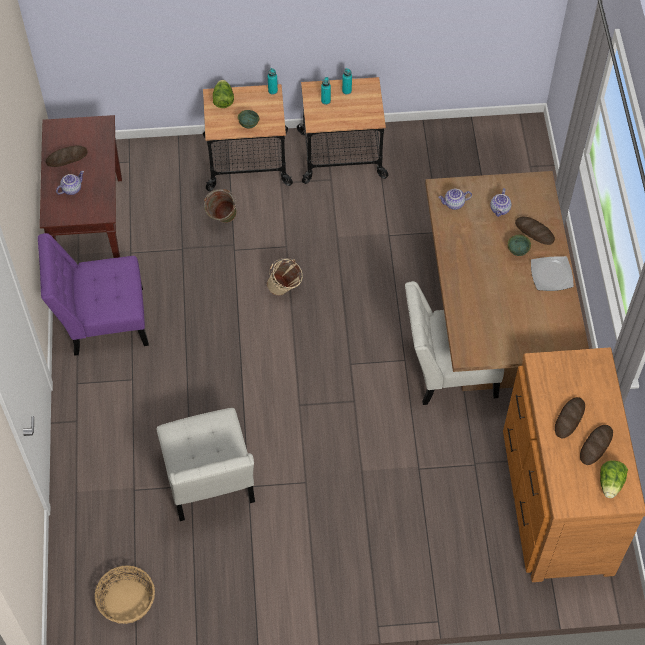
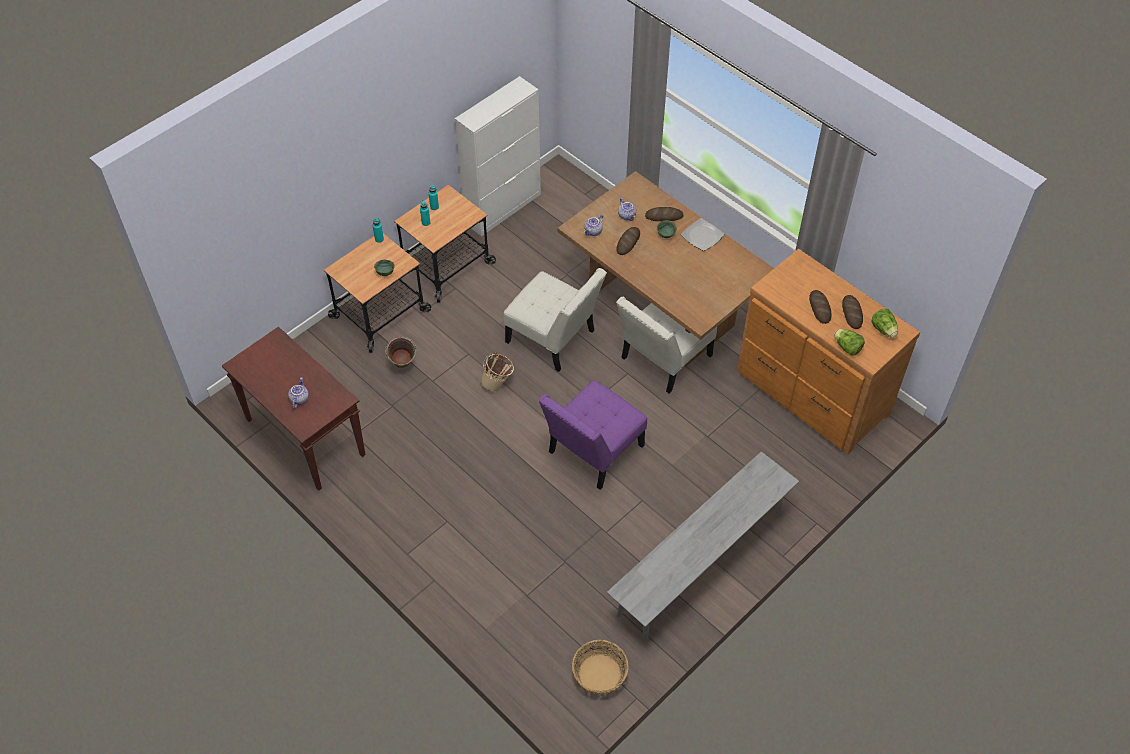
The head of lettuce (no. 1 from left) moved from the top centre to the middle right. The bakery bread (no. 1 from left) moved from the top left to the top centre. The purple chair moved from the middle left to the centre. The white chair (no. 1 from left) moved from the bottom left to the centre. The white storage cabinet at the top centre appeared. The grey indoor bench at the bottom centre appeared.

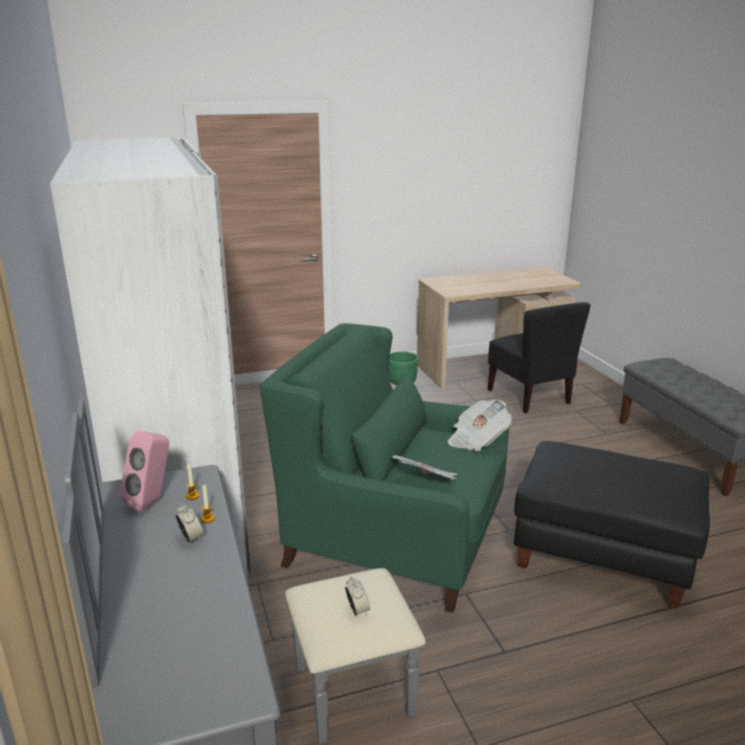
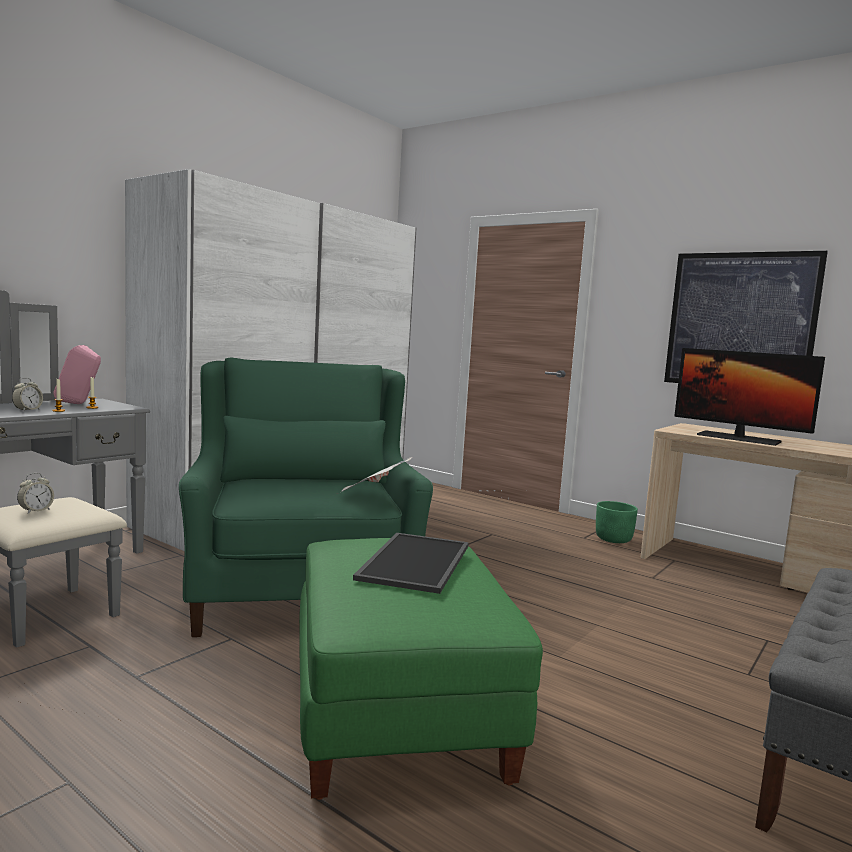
The black chair at the middle right disappeared. The black pouffe at the bottom right became the green pouffe at the bottom centre. The daily paper (no. 1 from left) at the centre disappeared. The wall picture at the middle right appeared. The computer display at the middle right appeared. The carrying tray at the centre appeared.

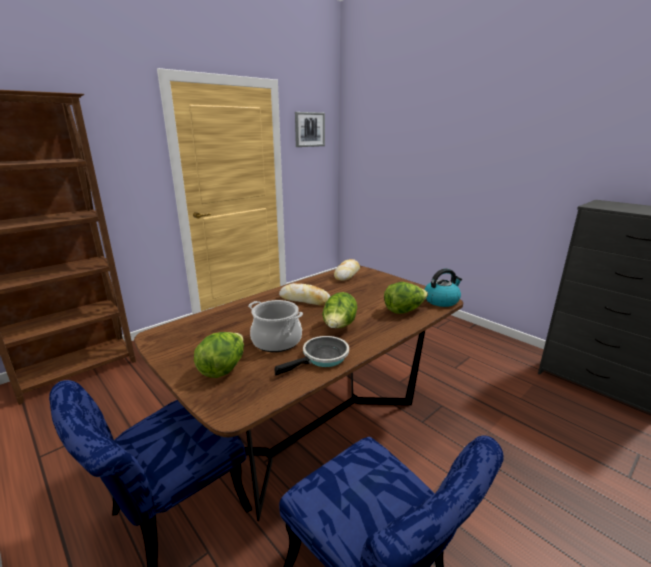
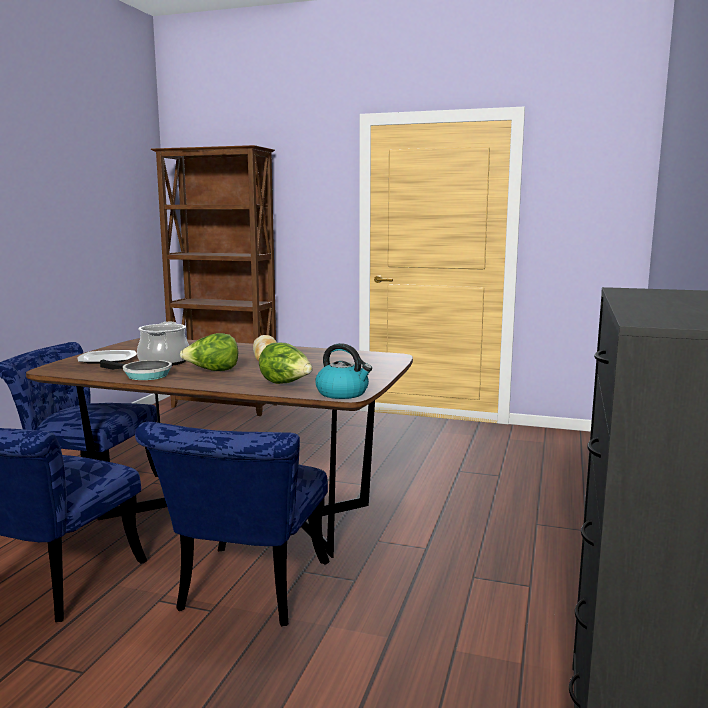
The wall picture at the top centre disappeared. The bakery bread (no. 2 from left) at the centre disappeared. The head of lettuce (no. 1 from left) at the centre was replaced by the dinner plate at the middle left. The blue chair (no. 3 from left) at the bottom left appeared.

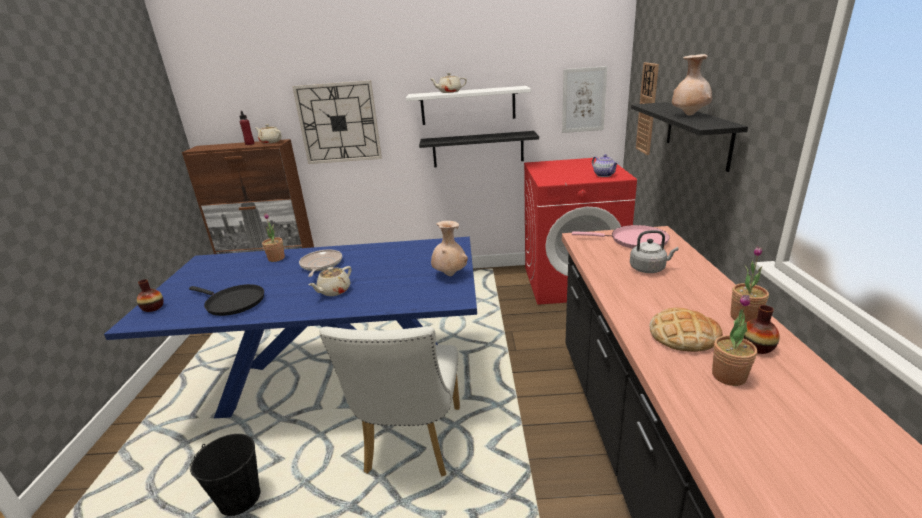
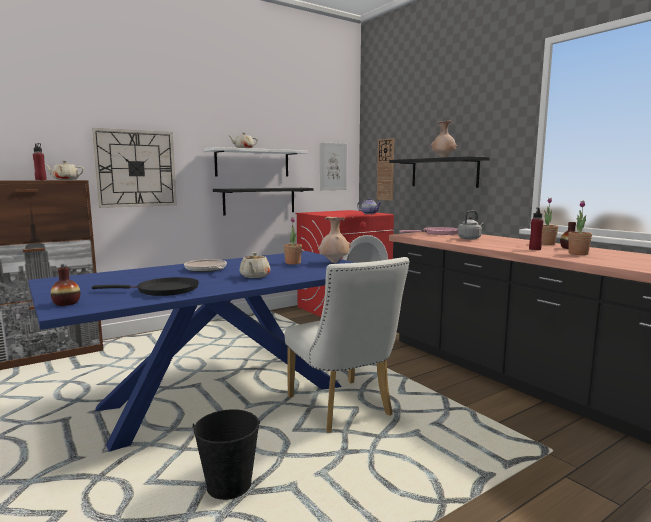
The houseplant (no. 1 from left) moved from the middle left to the centre. The bakery bread at the middle right was replaced by the red-coloured bottle (no. 2 from left) at the middle right.

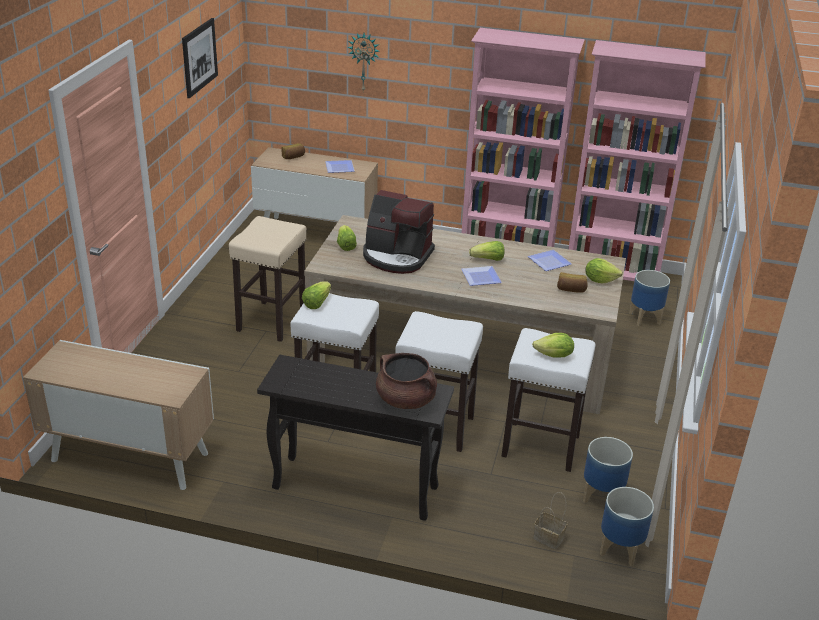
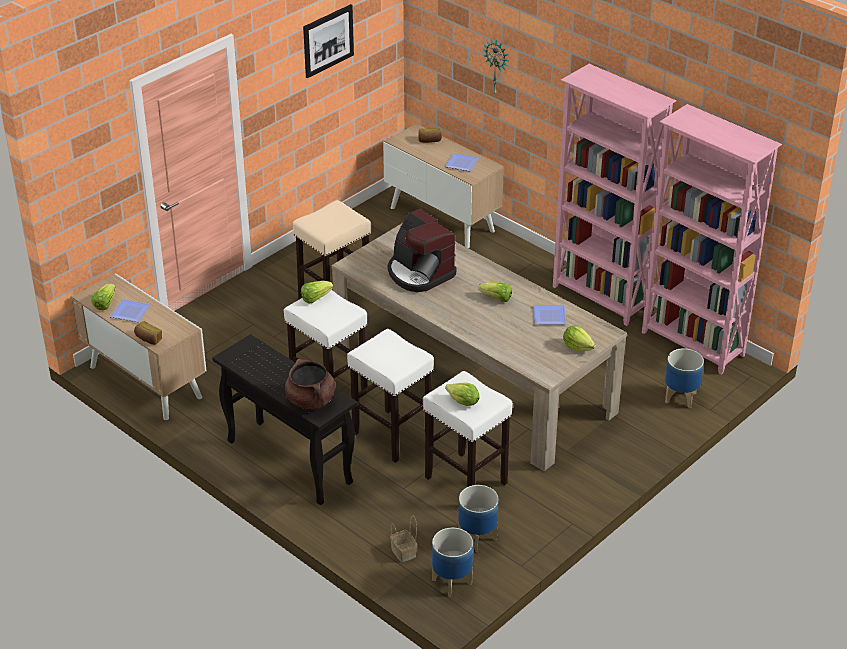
The head of lettuce (no. 2 from left in the first image) moved from the centre to the middle left. The dinner plate (no. 2 from left in the first image) moved from the centre to the middle left. The bakery bread (no. 2 from left in the first image) moved from the middle right to the middle left.

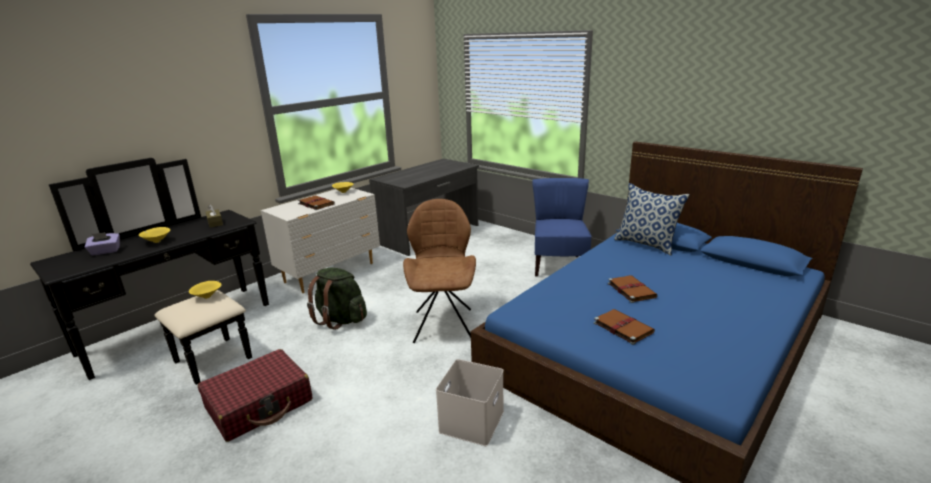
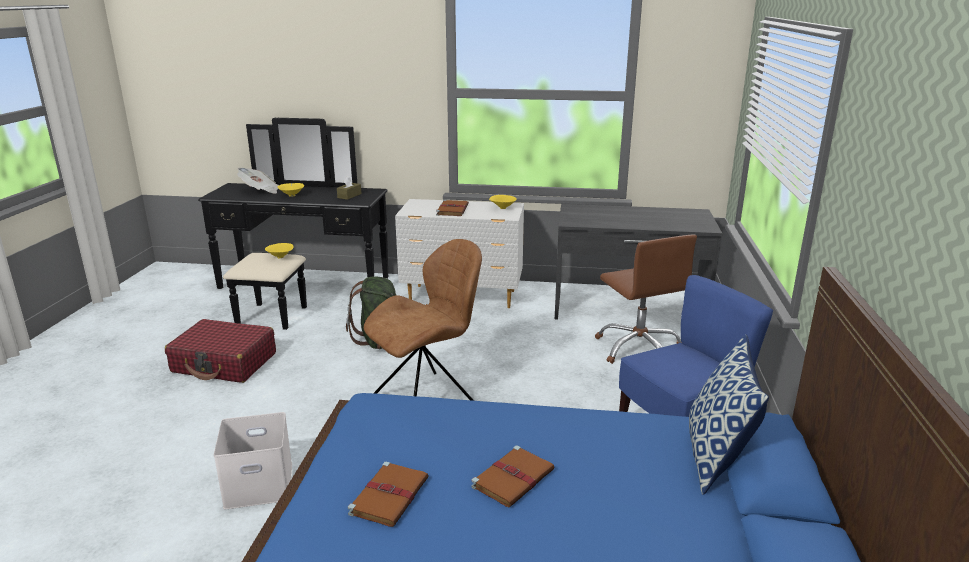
The purple tissue holder at the middle left was replaced by the daily paper at the top left. The brown office chair at the middle right appeared.

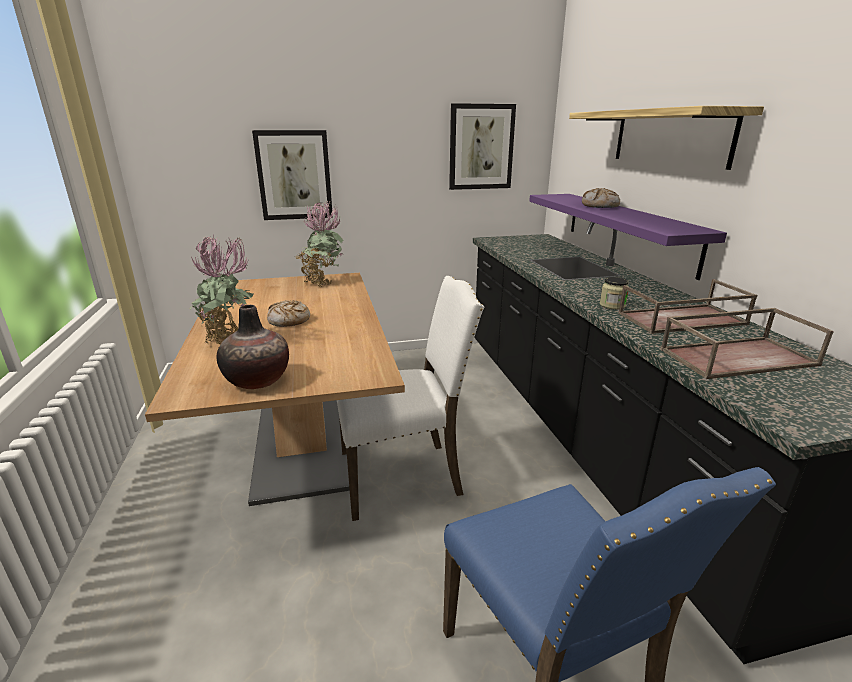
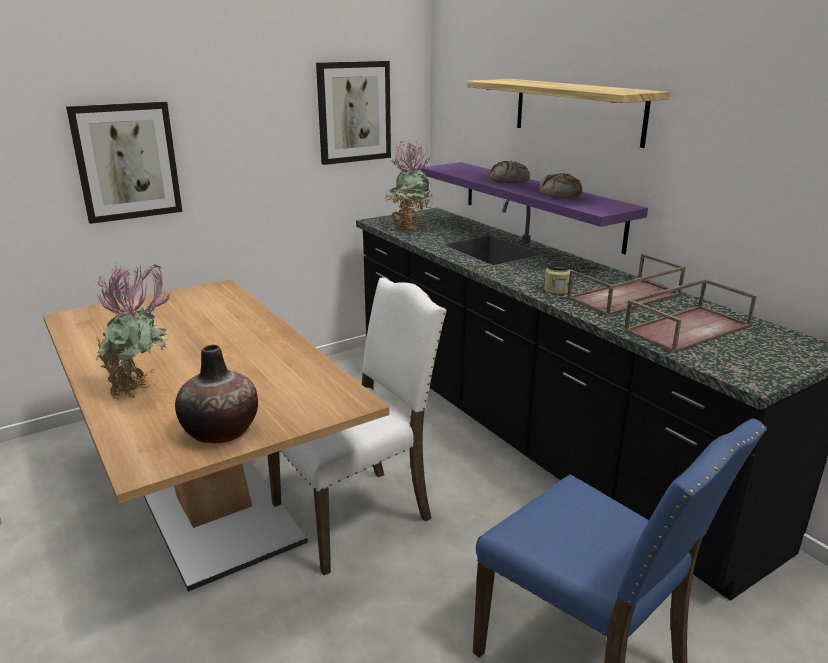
The houseplant (no. 2 from left) moved from the centre to the top centre. The bakery bread (no. 1 from left in the first image) moved from the centre to the top right.

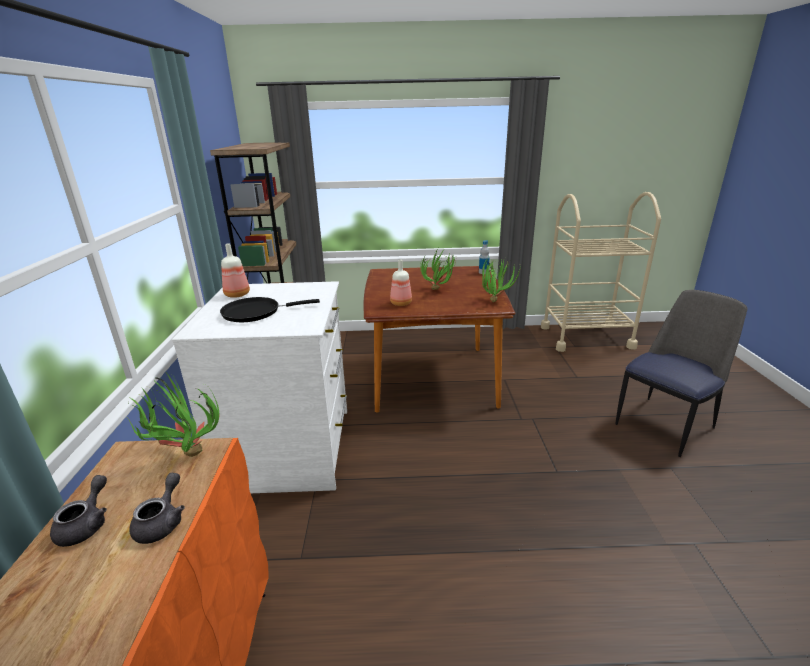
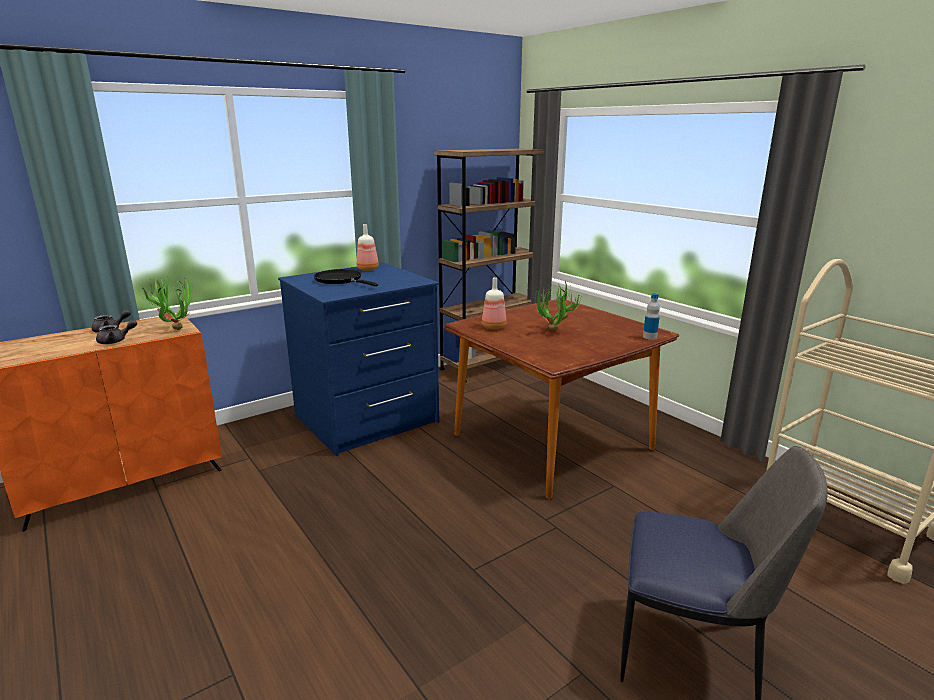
The houseplant (no. 3 from left) at the centre disappeared. The white dresser at the middle left became the blue dresser at the centre.

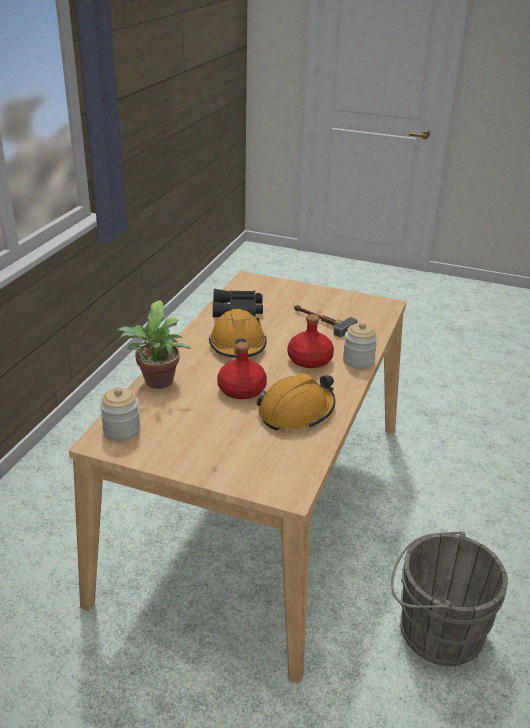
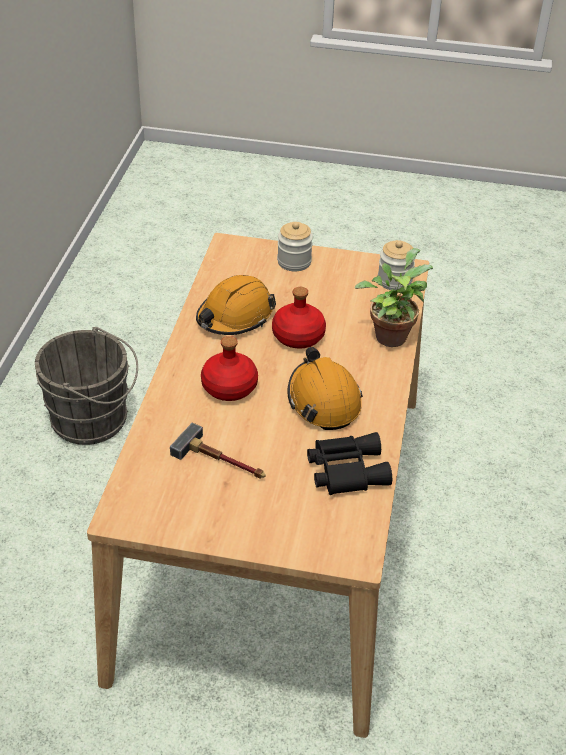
The jar (no. 2 from left in the first image) moved from the middle right to the top centre.

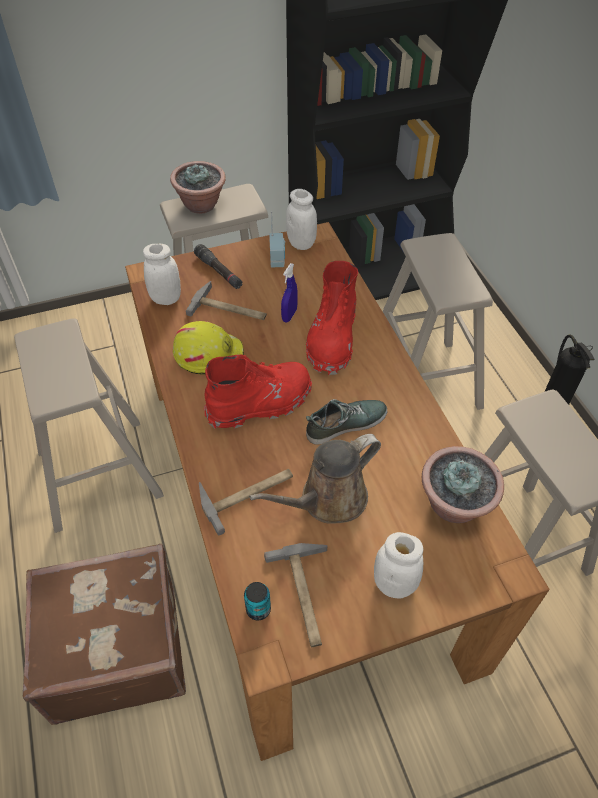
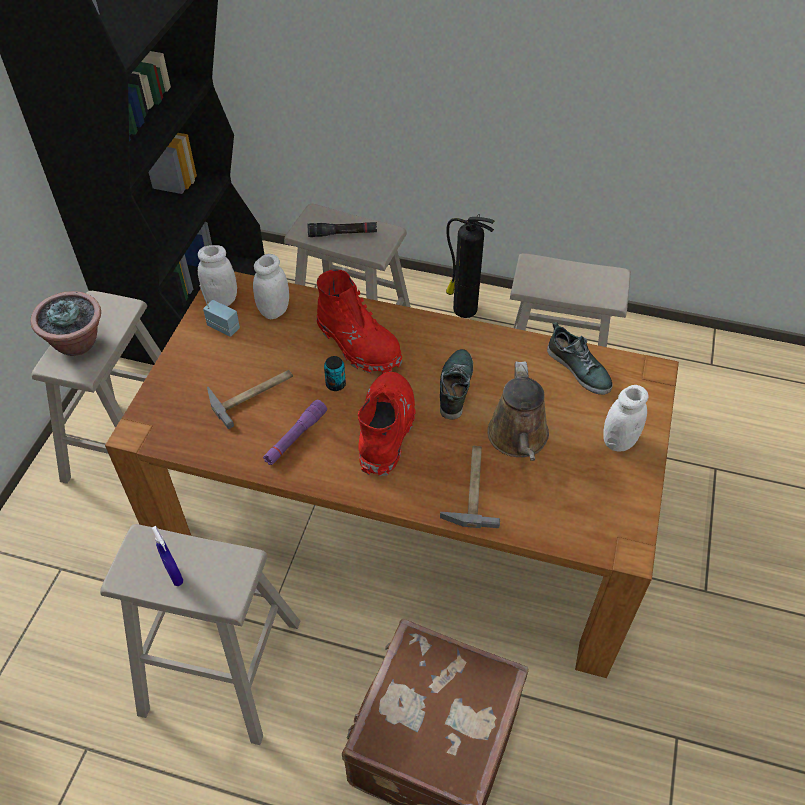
The white jar (no. 1 from left in the first image) moved from the middle left to the centre. The black torch moved from the centre to the top centre. The blue spray bottle moved from the centre to the bottom left. The yellow hard hat at the centre was replaced by the purple torch at the centre. The houseplant (no. 2 from left) at the middle right was replaced by the low shoe (no. 2 from left) at the middle right. The hand hammer (no. 3 from left) at the bottom centre disappeared. The can moved from the bottom centre to the centre.

